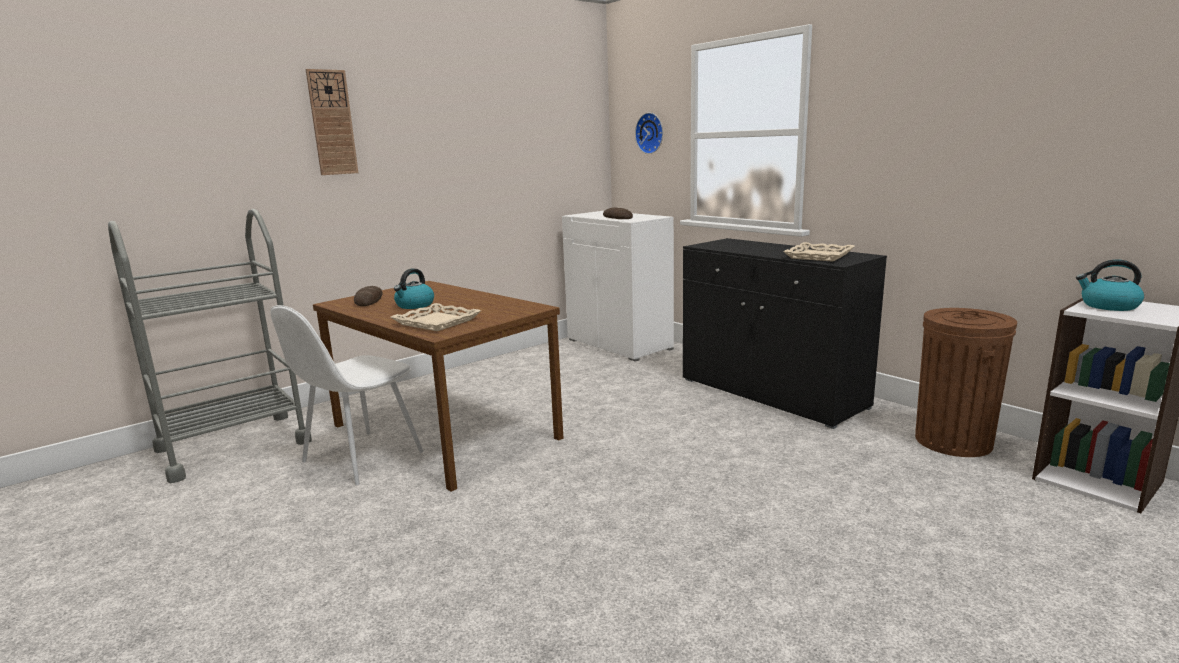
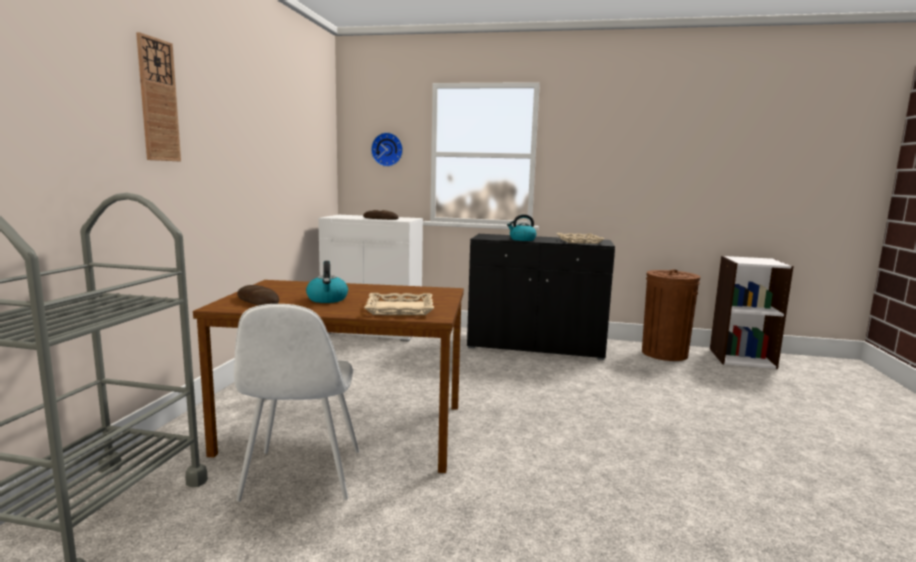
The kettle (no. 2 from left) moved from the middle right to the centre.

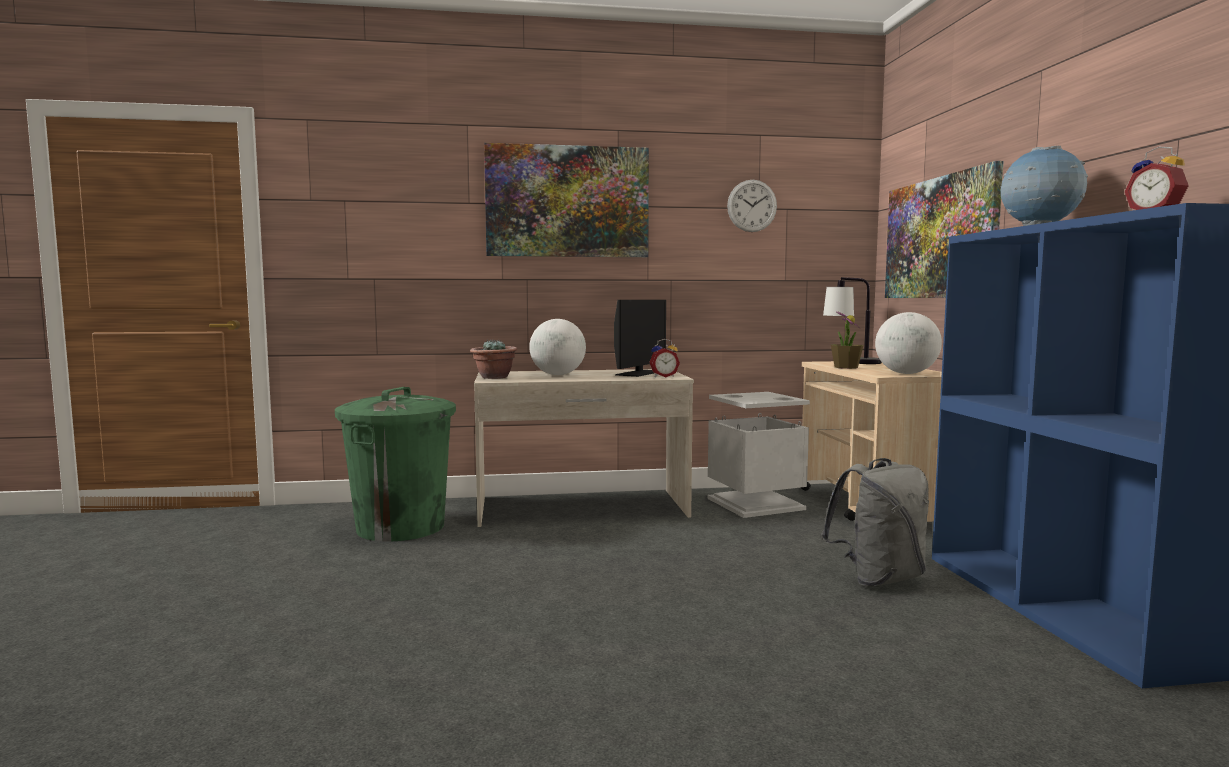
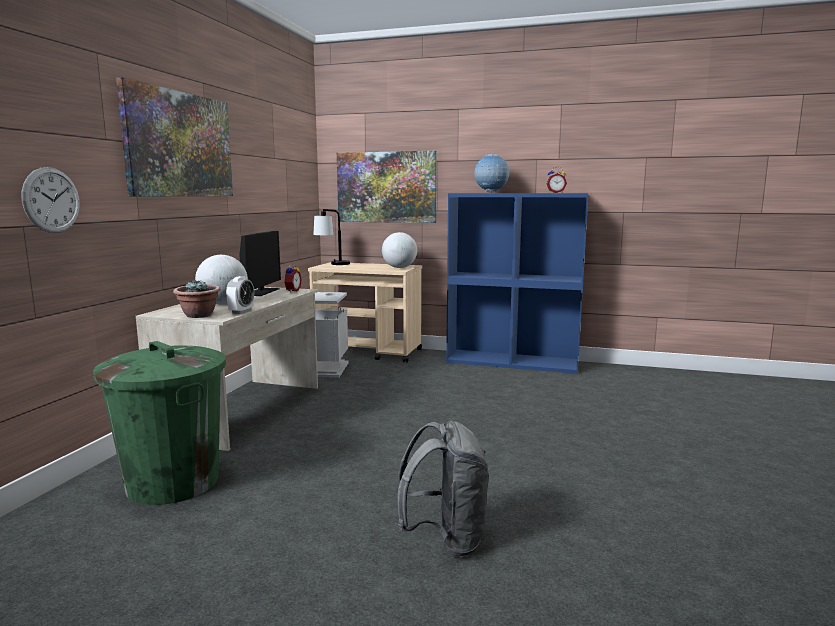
The wall clock moved from the top centre to the top left. The computer display at the centre turned 45 degrees clockwise. The houseplant (no. 2 from left) at the middle right disappeared. The grey knapsack moved from the bottom right to the bottom centre. The alarm clock (no. 1 from left) at the middle left appeared.

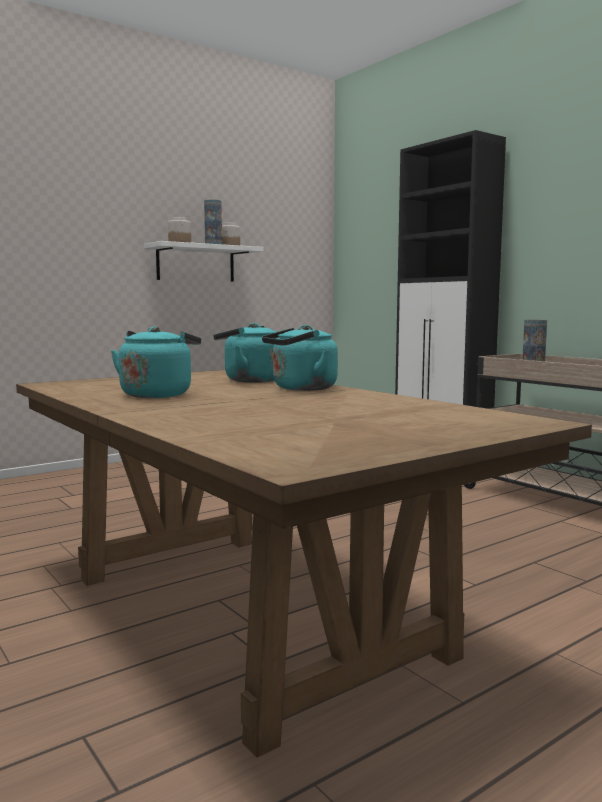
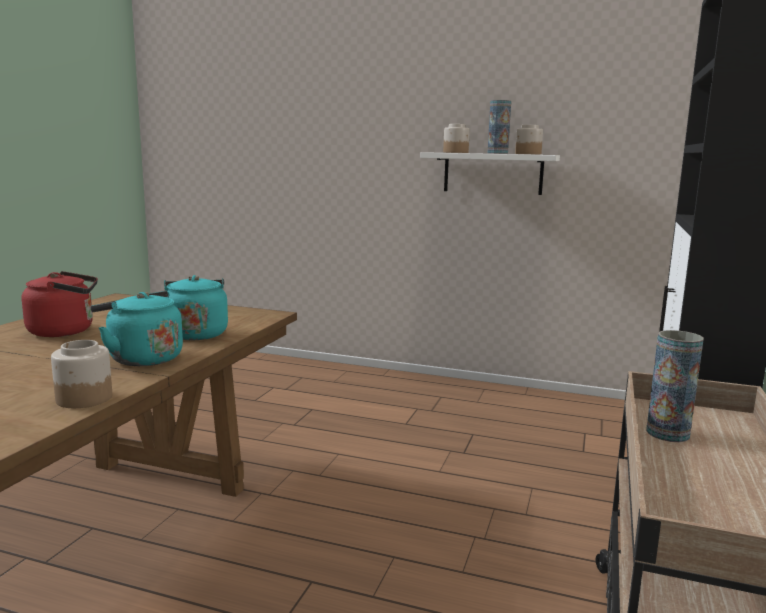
The turquoise kettle (no. 1 from left) at the middle left became the red-coloured kettle at the middle left. The jar (no. 1 from left) at the middle left appeared.

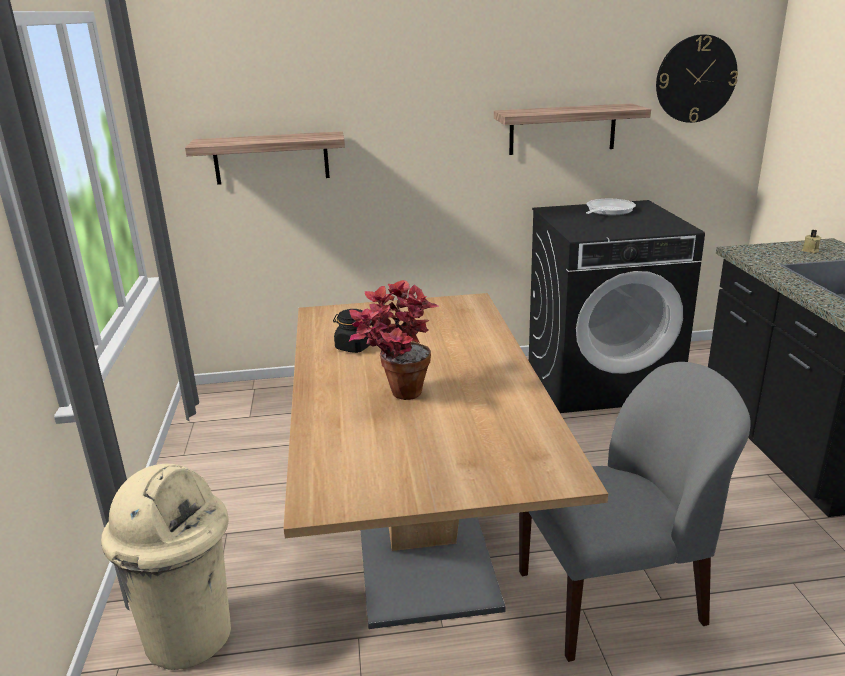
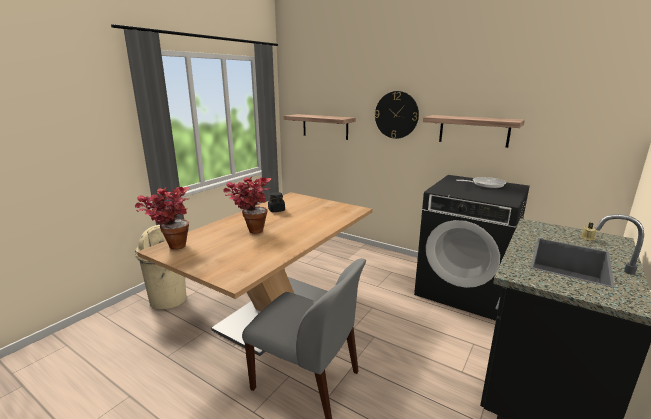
The wall clock moved from the top right to the top centre. The houseplant (no. 1 from left) at the middle left appeared.

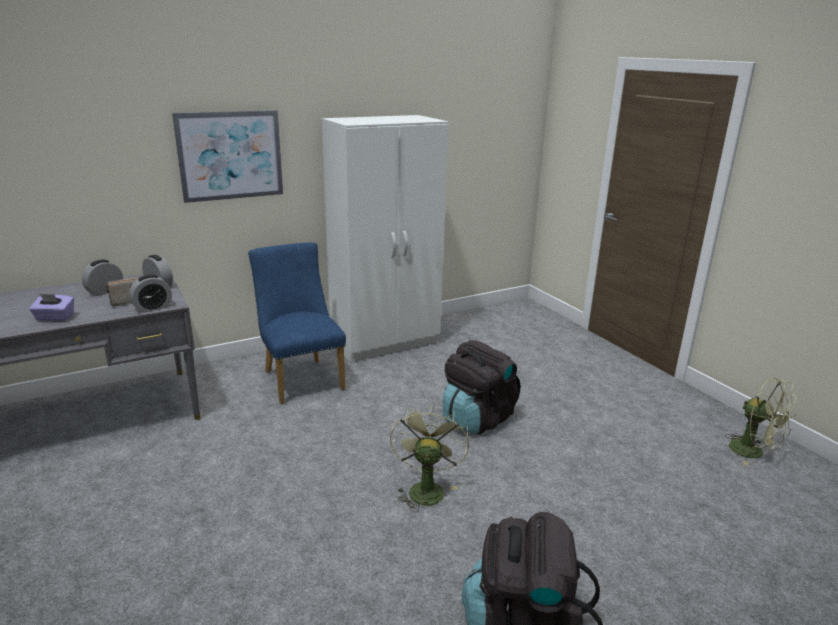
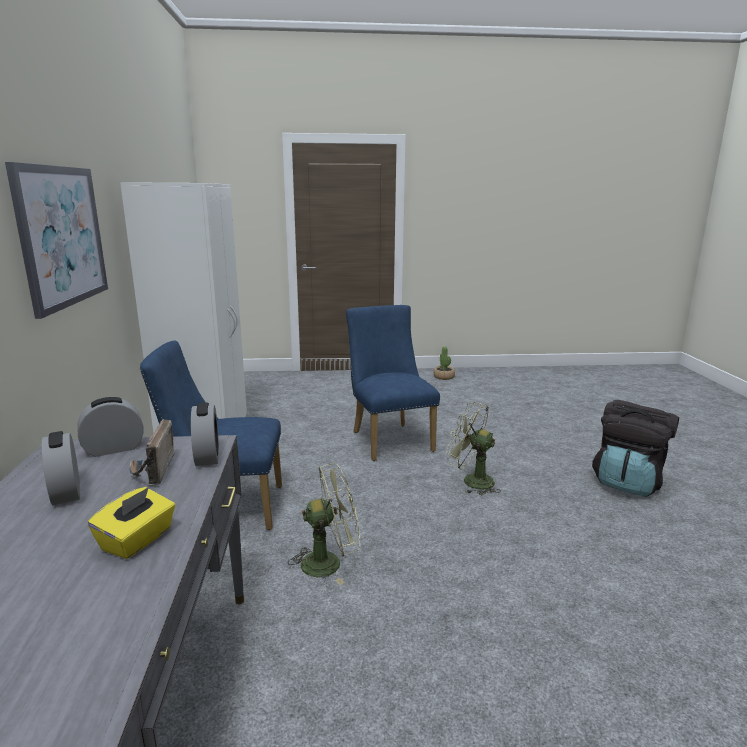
The purple tissue holder at the middle left became the yellow tissue holder at the bottom left. The black knapsack (no. 1 from left) at the centre was replaced by the blue chair (no. 2 from left) at the centre. The green electric fan (no. 2 from left in the first image) moved from the bottom right to the bottom centre. The houseplant at the centre appeared.

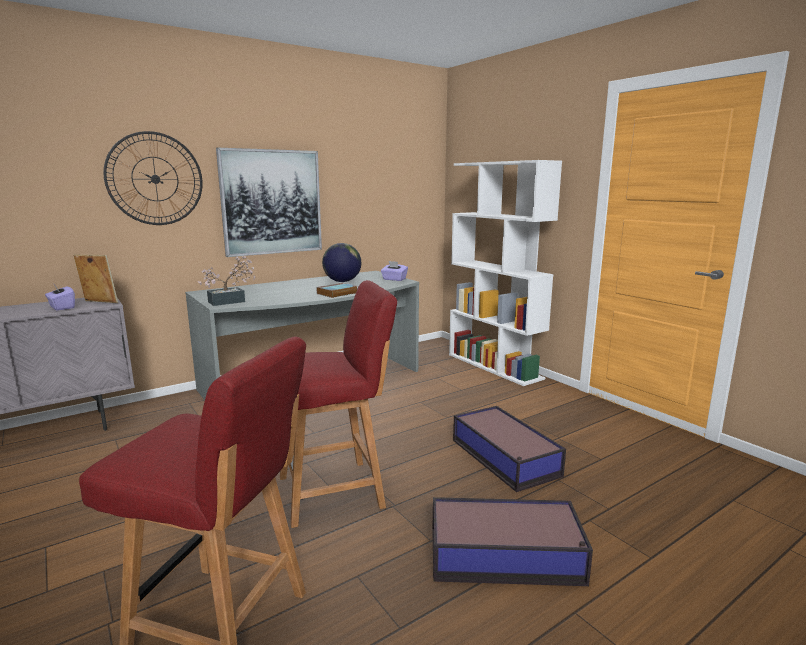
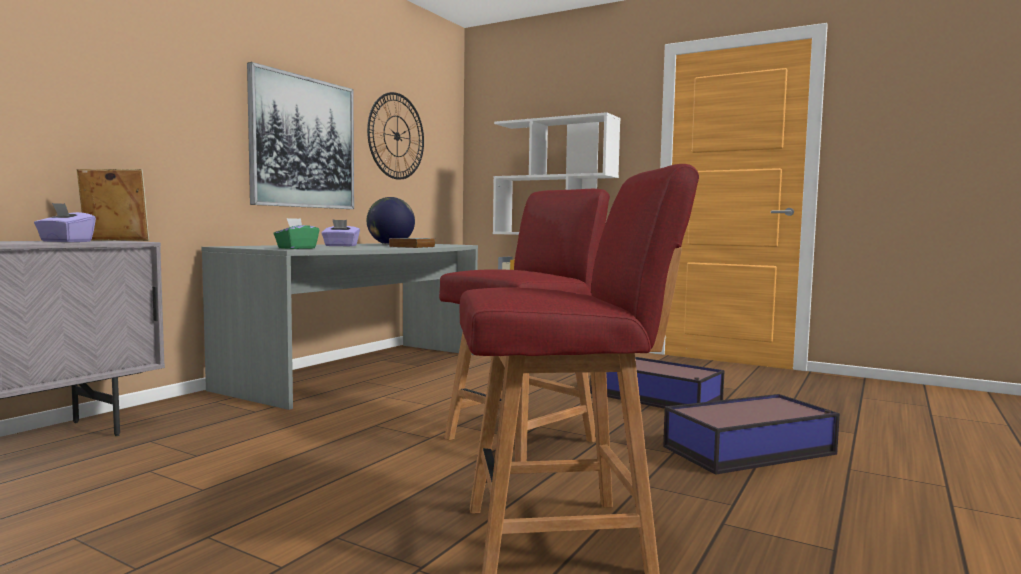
The wall clock moved from the top left to the top centre. The houseplant at the middle left was replaced by the green tissue holder at the middle left. The purple tissue holder (no. 2 from left) moved from the centre to the middle left.

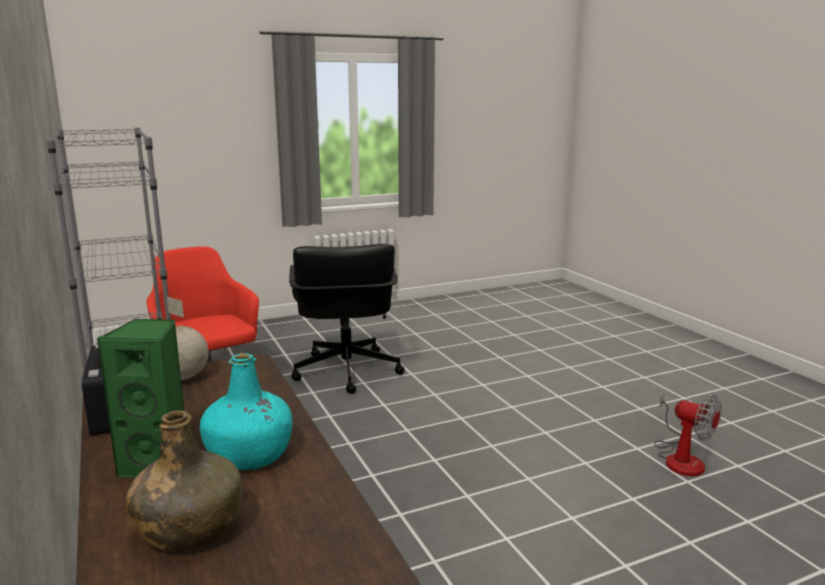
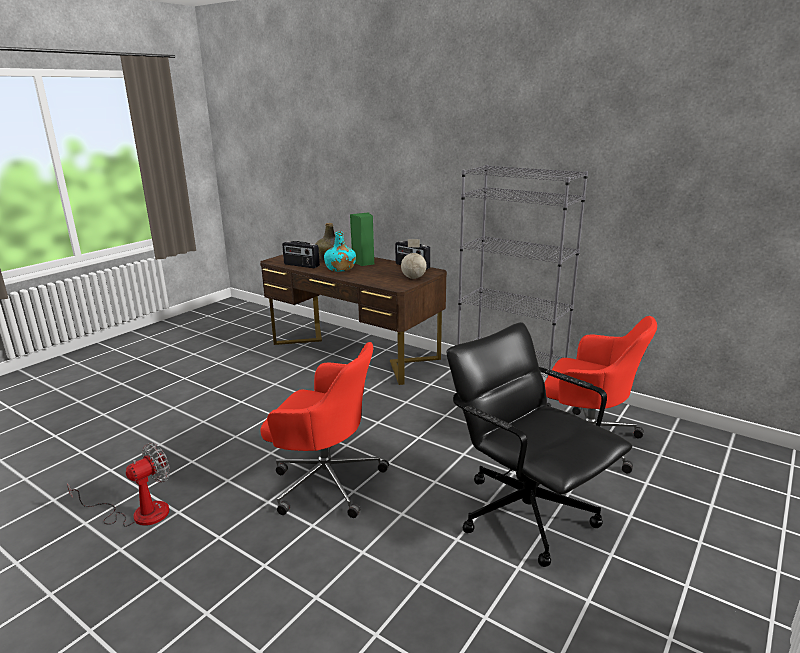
The electric fan at the bottom right turned 120 degrees clockwise. The radio receiver (no. 1 from left) at the centre appeared. The red-coloured office chair (no. 1 from left) at the centre appeared.

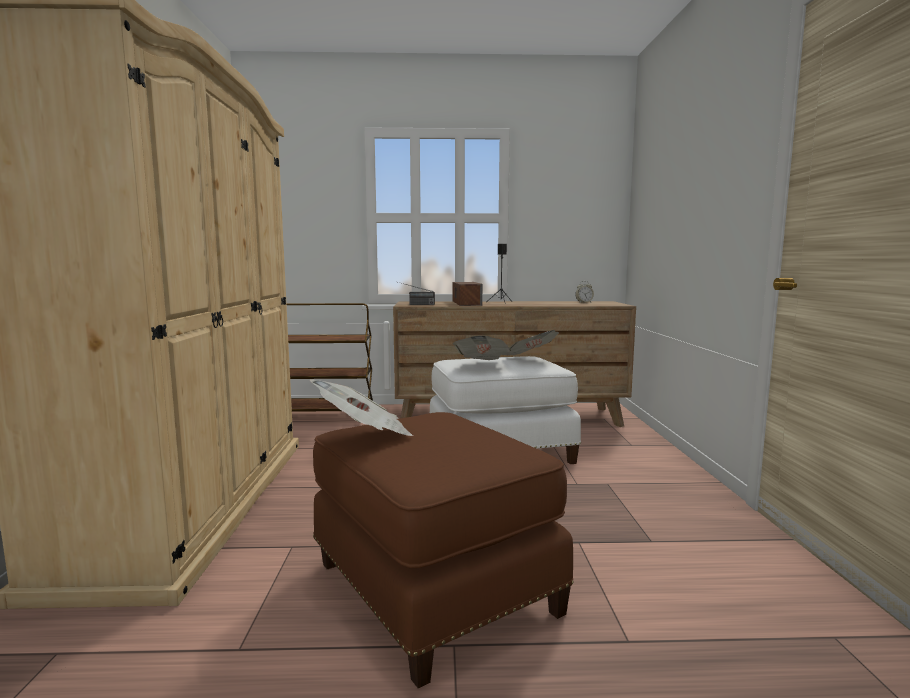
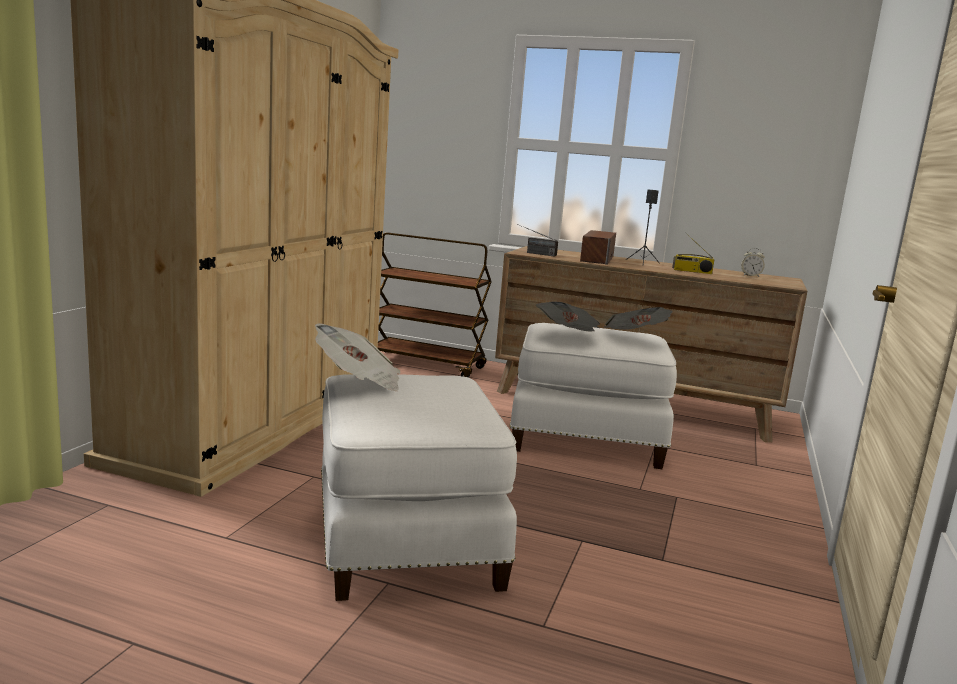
The brown pouffe at the bottom centre became the white pouffe (no. 1 from left) at the bottom centre. The radio receiver (no. 2 from left) at the middle right appeared.

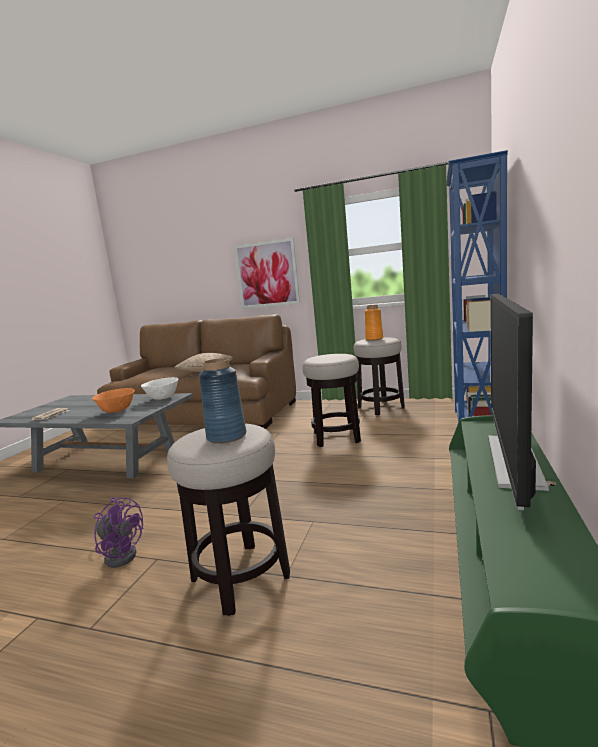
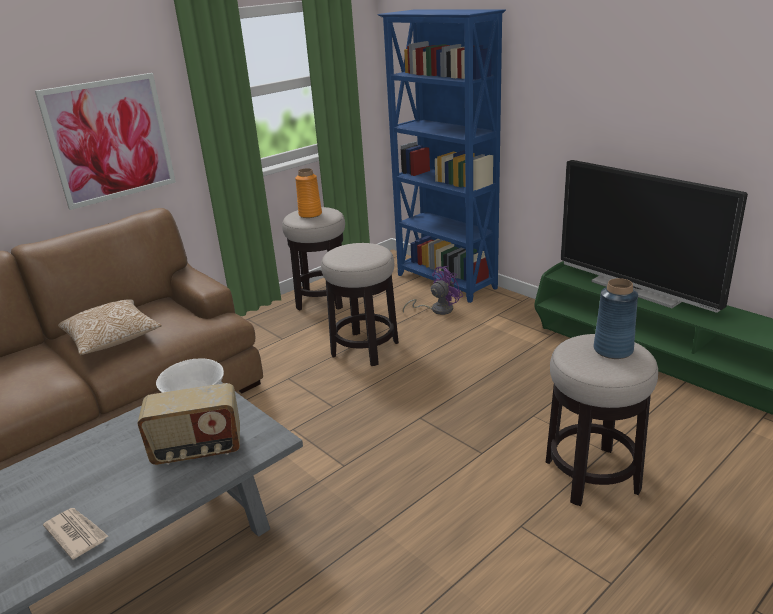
The orange deep dish at the middle left was replaced by the radio receiver at the bottom left. The purple electric fan moved from the bottom left to the centre.

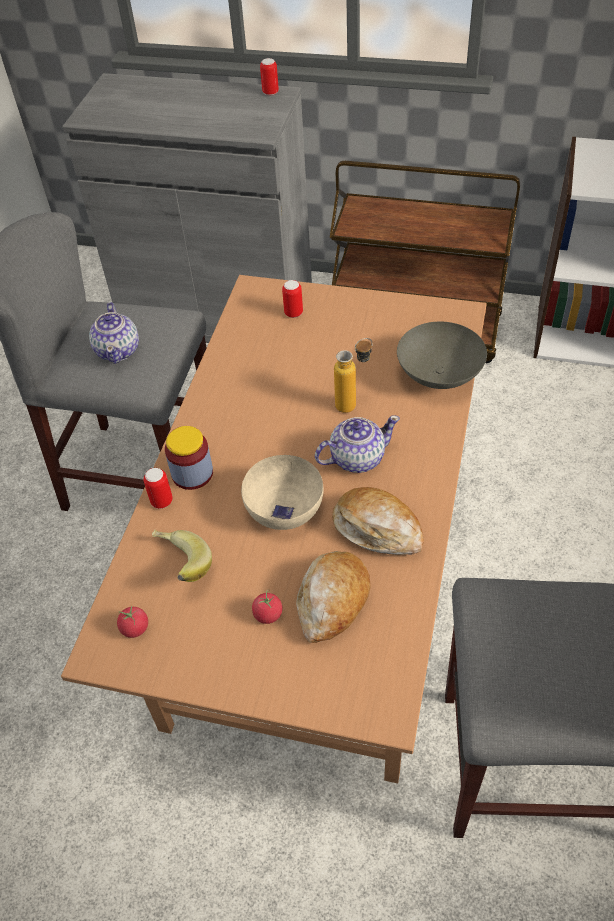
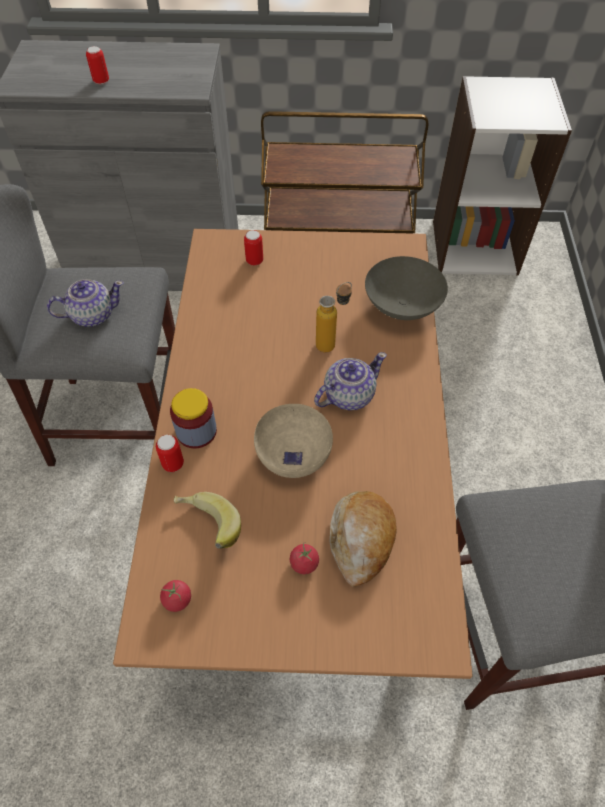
The can (no. 2 from left in the first image) moved from the top centre to the top left. The pot for tea (no. 1 from left) at the middle left turned 90 degrees counterclockwise. The bakery bread (no. 2 from left) at the centre disappeared.

